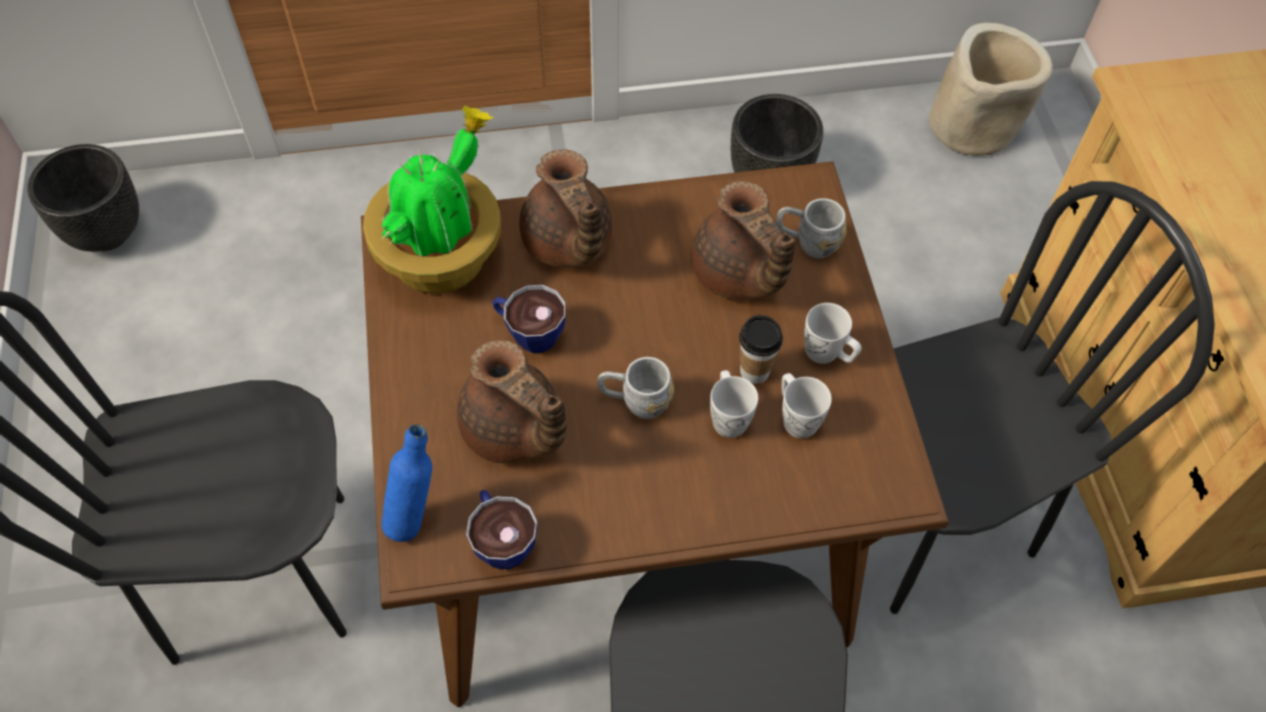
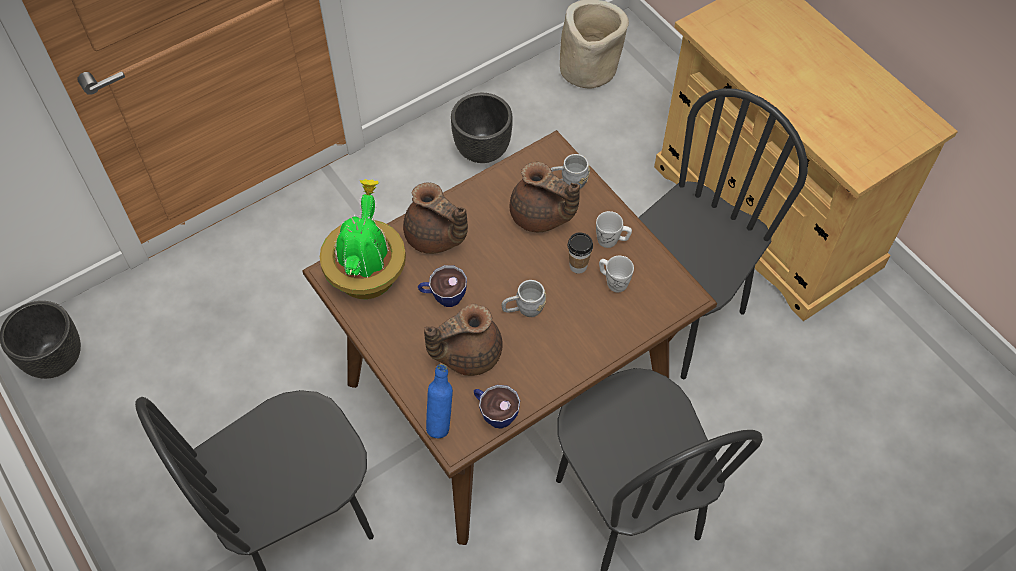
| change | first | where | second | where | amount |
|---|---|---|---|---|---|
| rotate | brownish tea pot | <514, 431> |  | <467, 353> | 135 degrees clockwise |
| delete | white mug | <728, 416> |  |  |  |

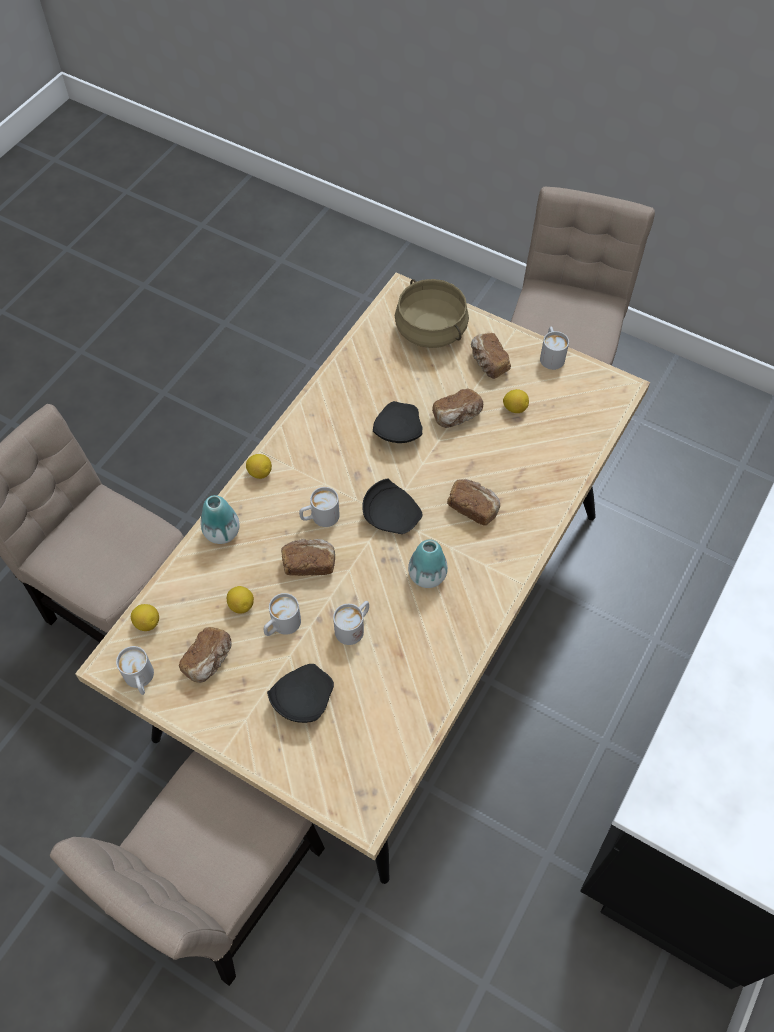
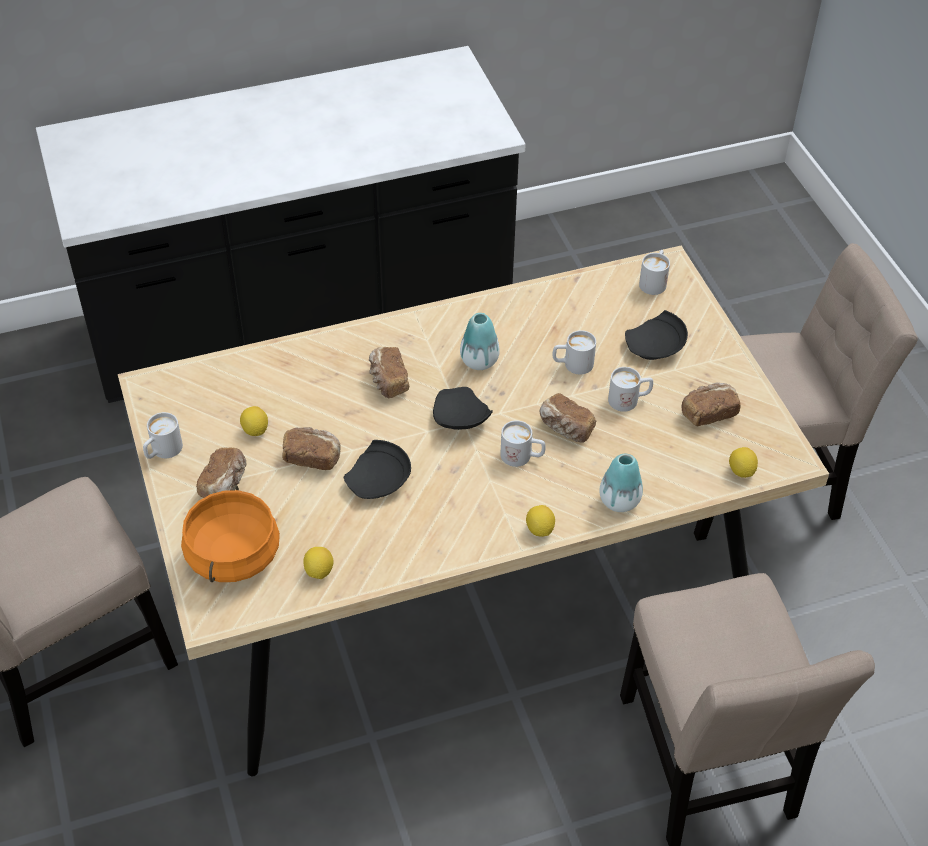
| change | first | where | second | where | amount |
|---|---|---|---|---|---|
| recolor | beige stockpot | <431, 329> | orange stockpot | <232, 554> |  |
| move | citrus fruit | <241, 605> |  | <319, 571> |  |
| move | white mug | <140, 680> |  | <654, 281> |  |

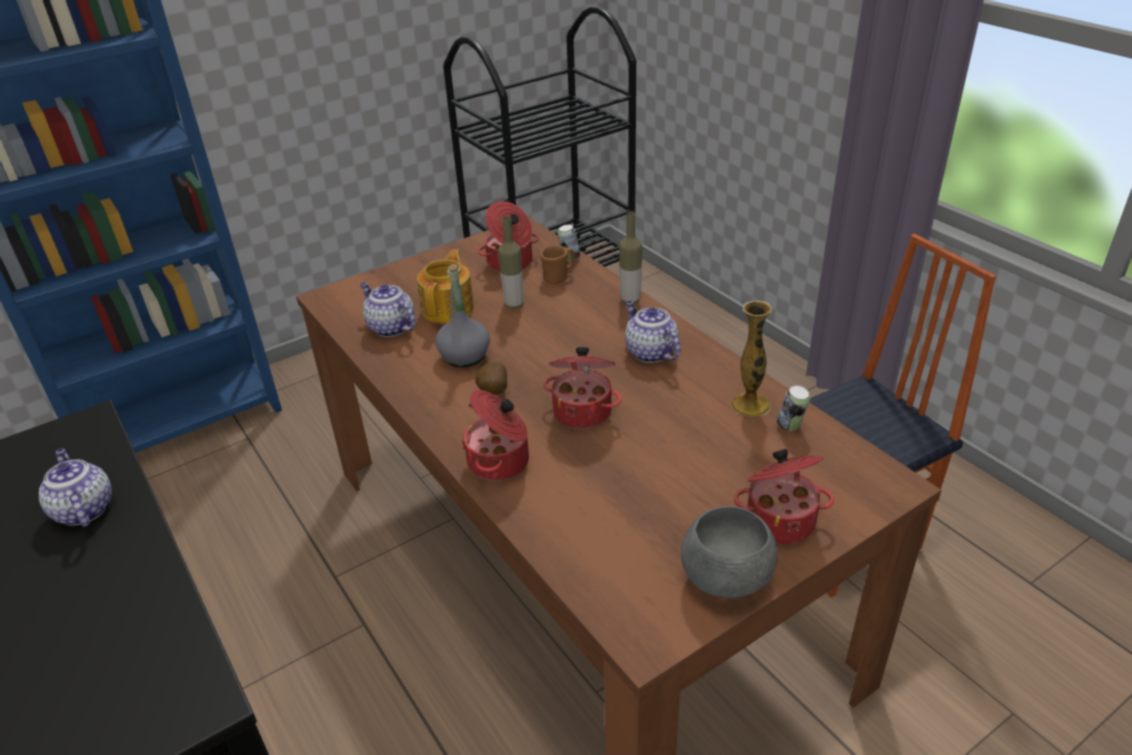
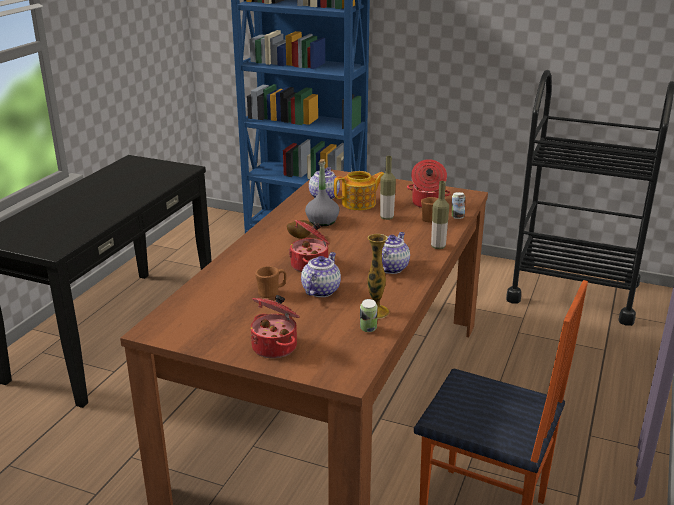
| change | first | where | second | where | amount |
|---|---|---|---|---|---|
| delete | stockpot | <500, 462> |  |  |  |
| move | tea pot | <83, 509> |  | <321, 290> |  |
| delete | greyish bowl | <726, 580> |  |  |  |
| insert |  |  | brownish mug | <271, 293> |  |

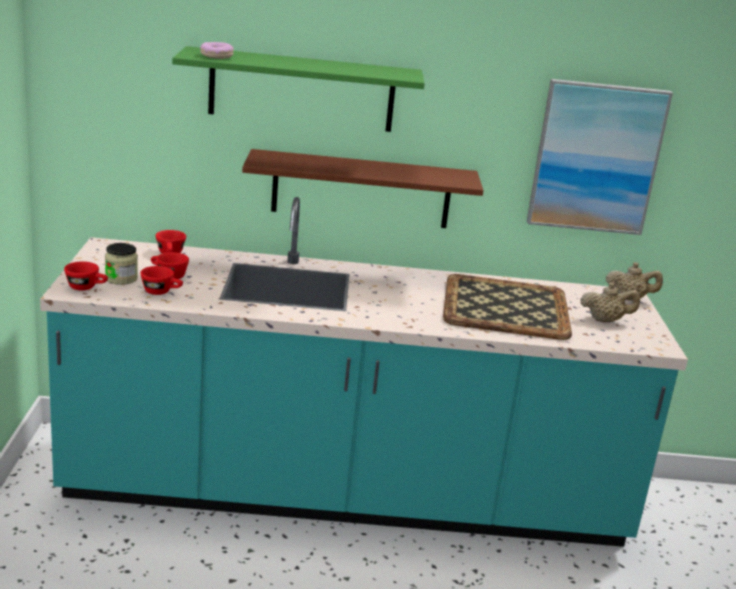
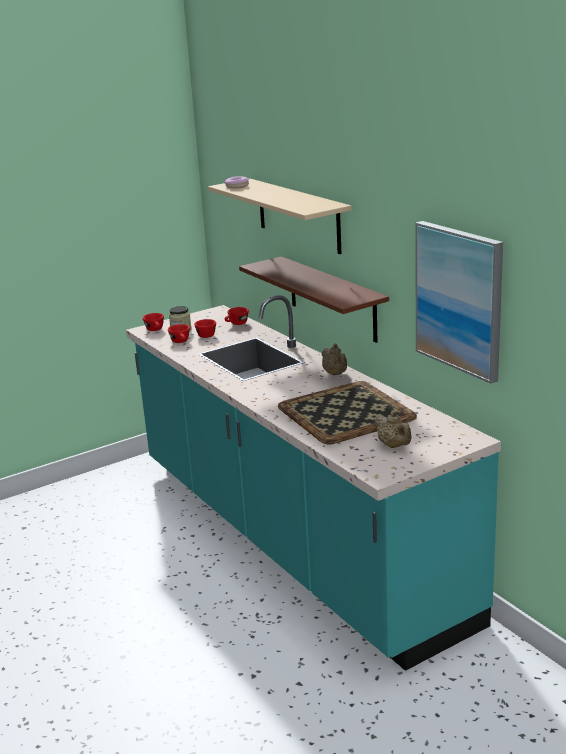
| change | first | where | second | where | amount |
|---|---|---|---|---|---|
| recolor | green-coloured shelf | <302, 90> | beige shelf | <298, 215> |  |
| move | beige tea pot | <629, 298> |  | <335, 374> |  |

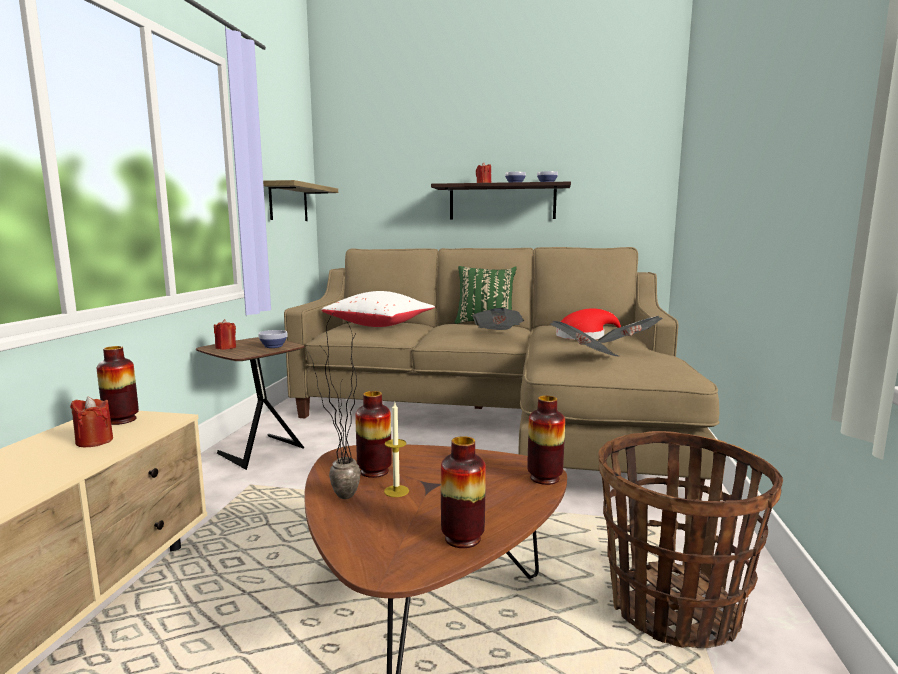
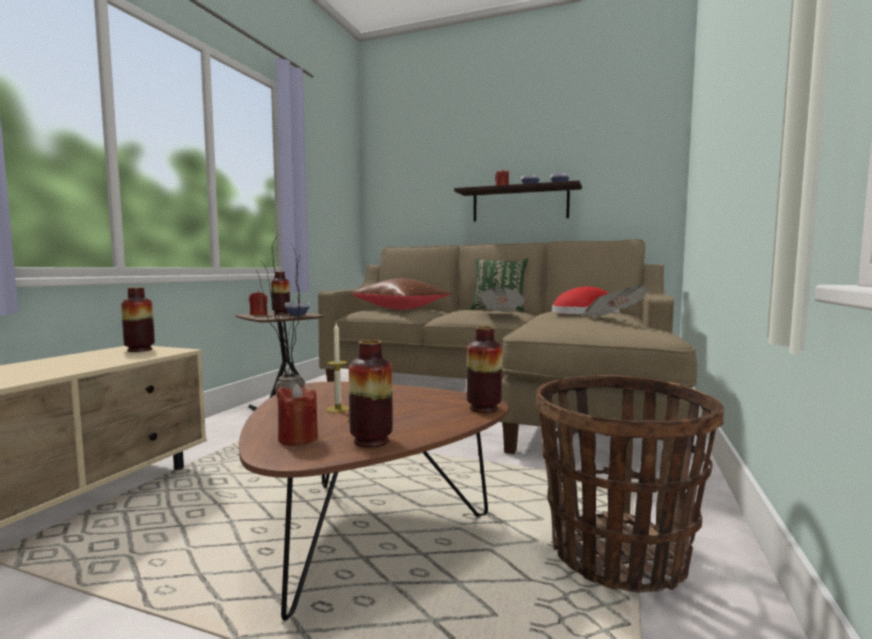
| change | first | where | second | where | amount |
|---|---|---|---|---|---|
| delete | shelf | <288, 202> |  |  |  |
| recolor | white cushion | <380, 325> | brownish cushion | <402, 309> |  |
| delete | daily paper | <584, 357> |  |  |  |
| move | decorative vase | <374, 471> |  | <281, 313> |  |
| move | red-coloured wax light | <94, 441> |  | <298, 438> |  |

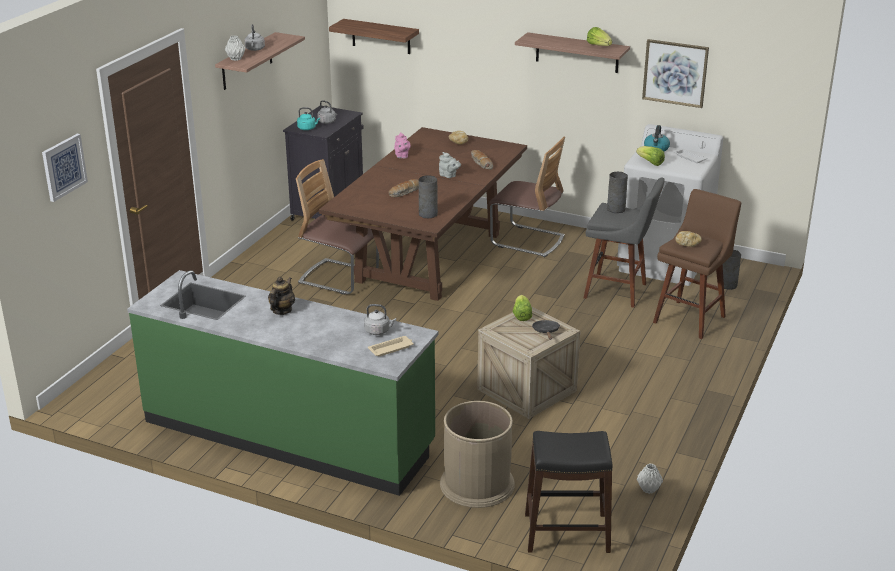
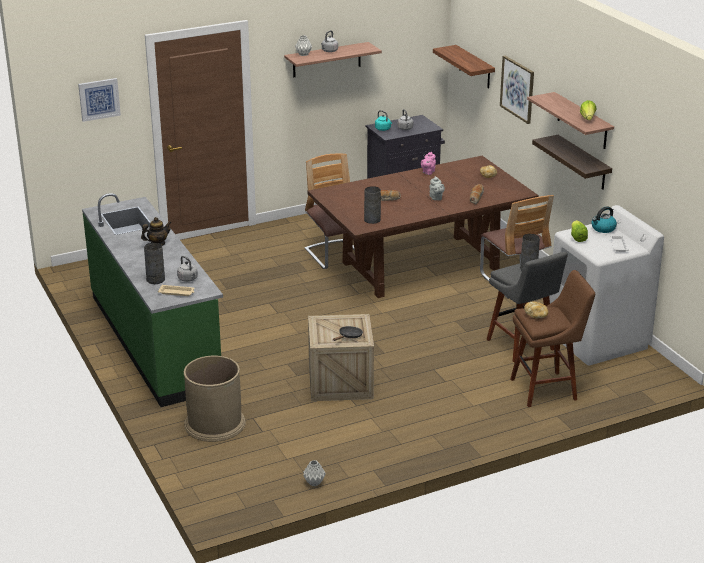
| change | first | where | second | where | amount |
|---|---|---|---|---|---|
| move | wall art | <675, 73> |  | <517, 89> |  |
| move | greyish decorative vase | <728, 285> |  | <155, 280> |  |
| delete | lettuce head | <521, 315> |  |  |  |
| delete | black-coloured stool seat | <567, 533> |  |  |  |
| insert |  |  | shelf | <583, 163> |  |

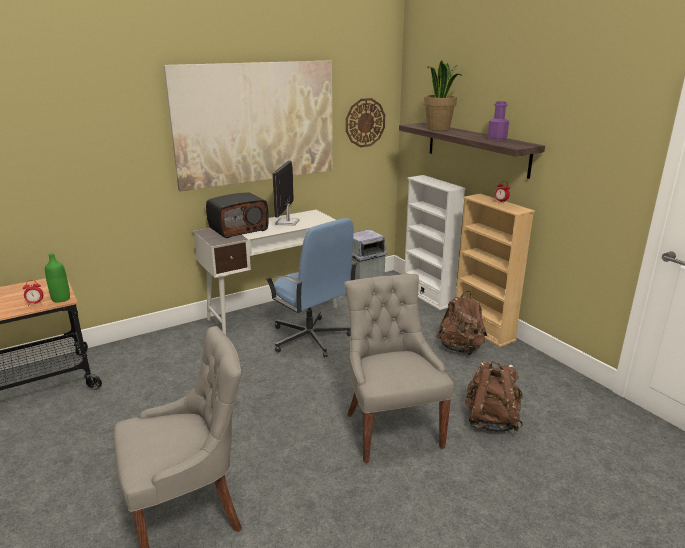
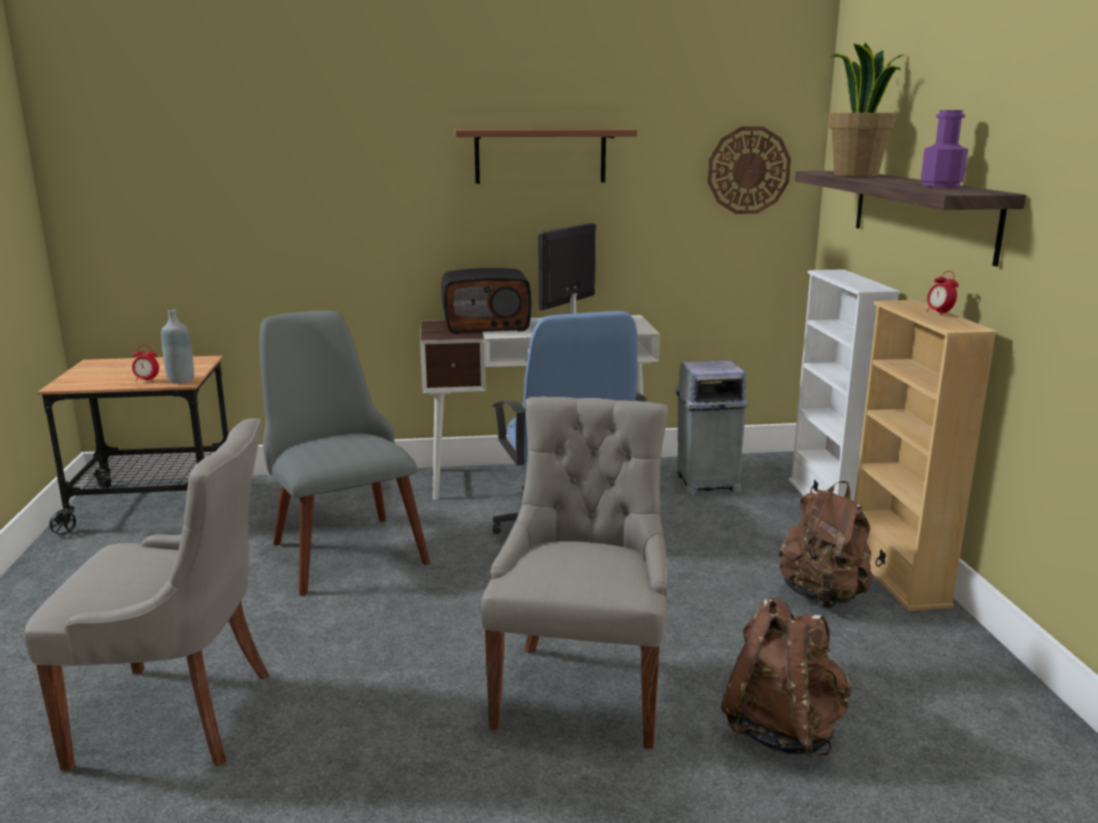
| change | first | where | second | where | amount |
|---|---|---|---|---|---|
| replace | wall art | <256, 123> | brownish shelf | <540, 156> |  |
| recolor | green-coloured bottle | <61, 299> | greyish bottle | <181, 380> |  |
| insert |  |  | greyish chair | <340, 545> |  |

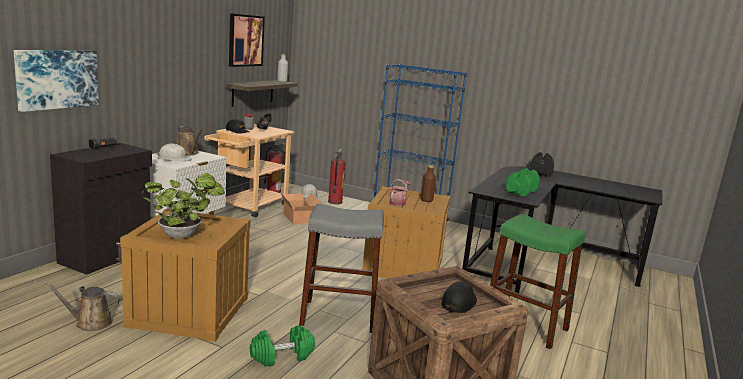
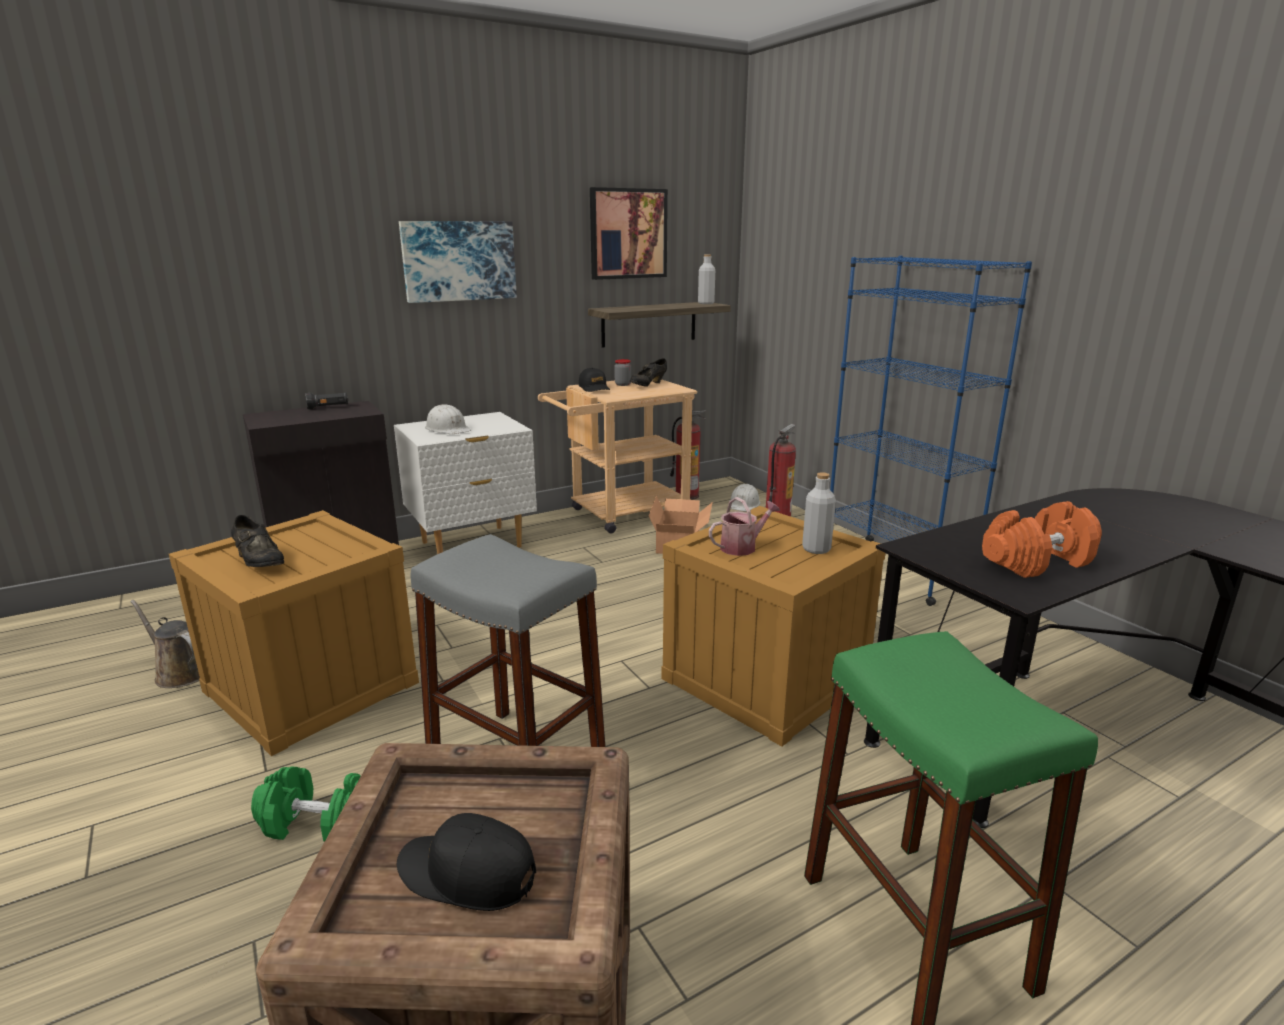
| change | first | where | second | where | amount |
|---|---|---|---|---|---|
| move | wall art | <57, 79> |  | <459, 261> |  |
| delete | brownish sprinkling can | <187, 153> |  |  |  |
| delete | black-coloured dumbbell | <541, 172> |  |  |  |
| recolor | brownish bottle | <426, 200> | greyish bottle | <816, 549> |  |
| recolor | green-coloured dumbbell | <521, 191> | orange dumbbell | <1037, 561> |  |
| replace | houseplant | <183, 235> | black-coloured low shoe | <259, 563> |  |
| rotate | black-coloured baseball cap | <459, 303> |  | <467, 874> | 135 degrees counterclockwise |

